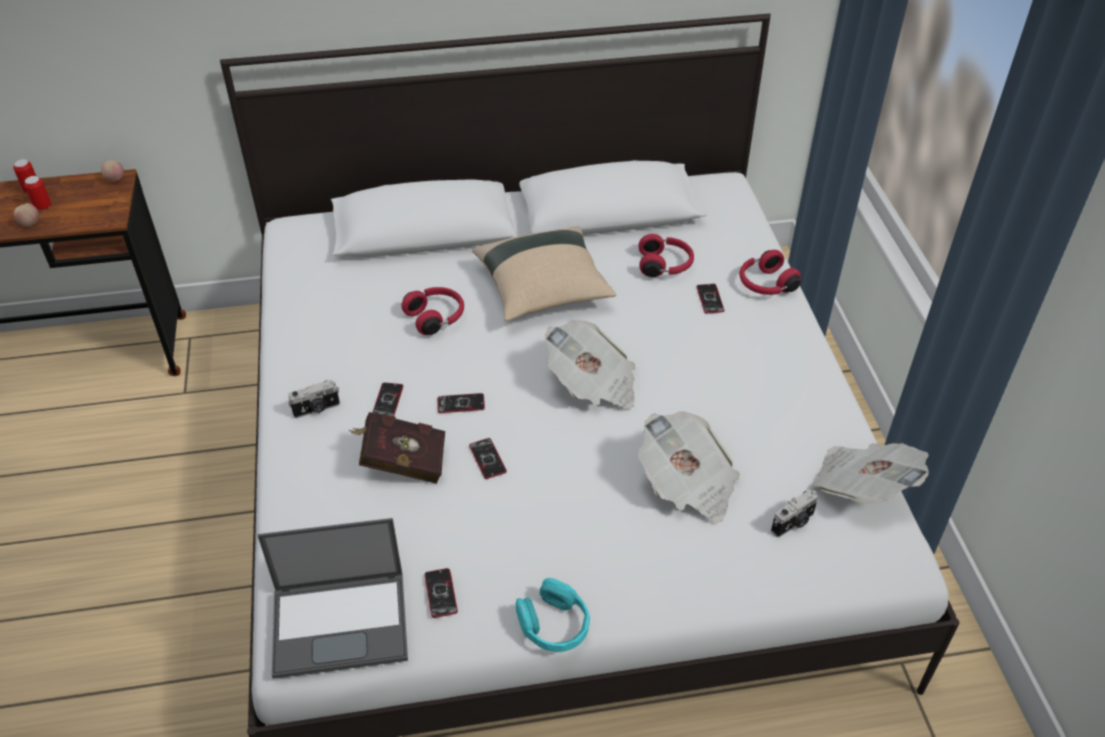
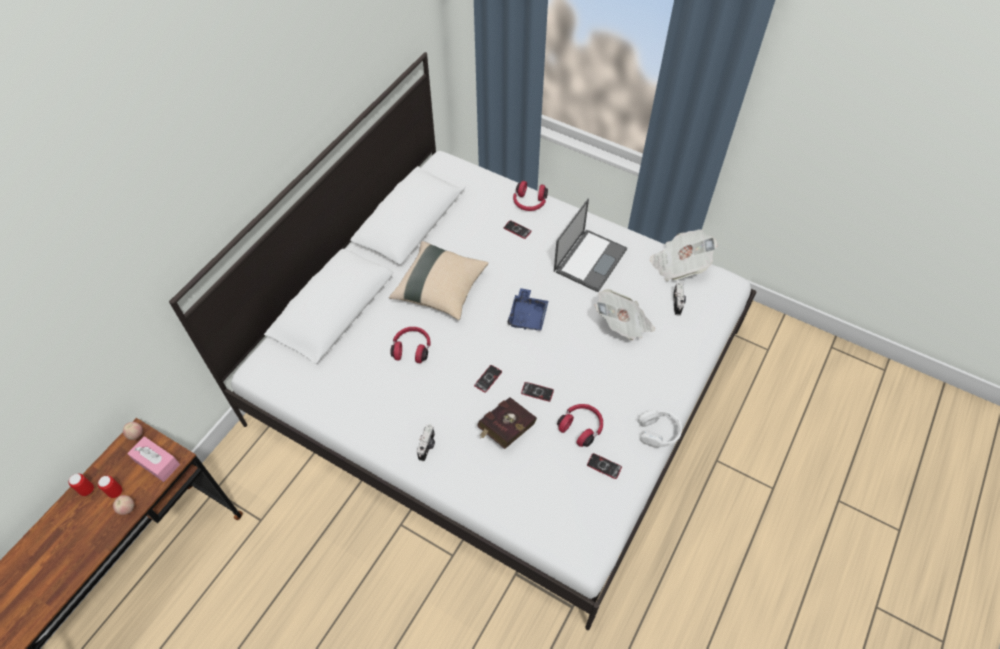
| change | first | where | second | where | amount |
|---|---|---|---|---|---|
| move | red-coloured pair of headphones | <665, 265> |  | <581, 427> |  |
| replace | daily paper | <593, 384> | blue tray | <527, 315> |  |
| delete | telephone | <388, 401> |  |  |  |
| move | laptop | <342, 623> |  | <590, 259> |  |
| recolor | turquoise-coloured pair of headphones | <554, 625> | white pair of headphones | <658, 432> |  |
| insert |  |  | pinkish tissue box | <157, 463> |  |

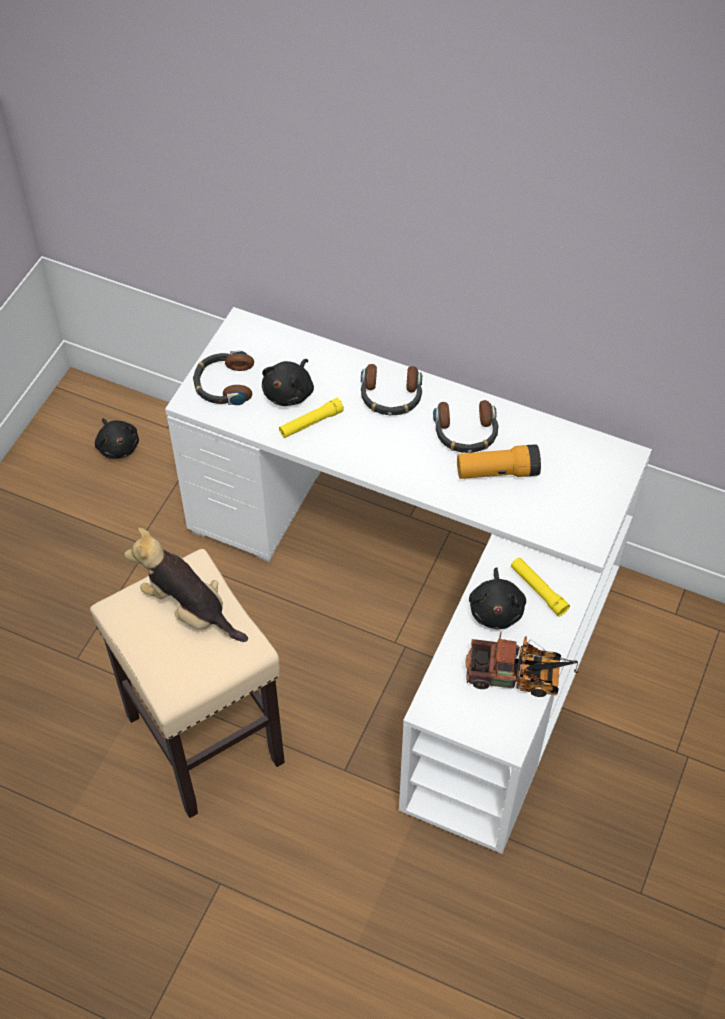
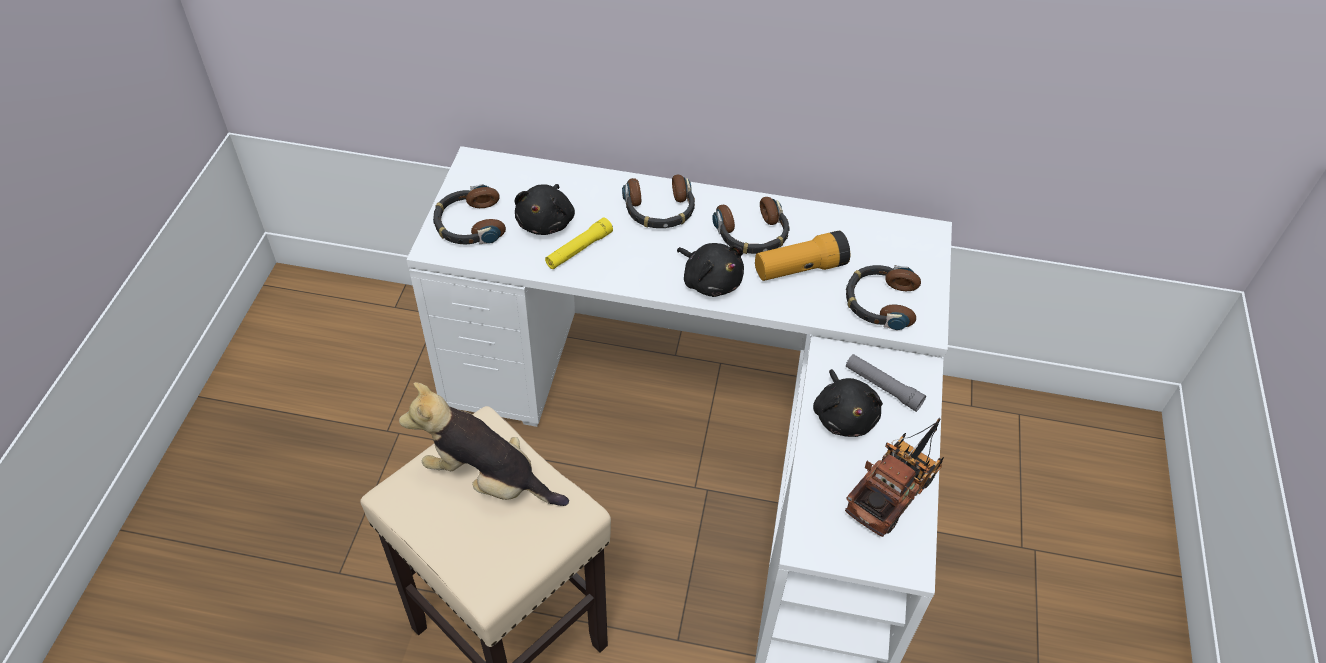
| change | first | where | second | where | amount |
|---|---|---|---|---|---|
| move | black-coloured plush toy | <118, 446> |  | <710, 281> |  |
| recolor | yellow flashlight | <538, 590> | greyish flashlight | <882, 387> |  |
| rotate | toy truck | <519, 677> |  | <896, 487> | 45 degrees counterclockwise |
| insert |  |  | pair of headphones | <879, 302> |  |

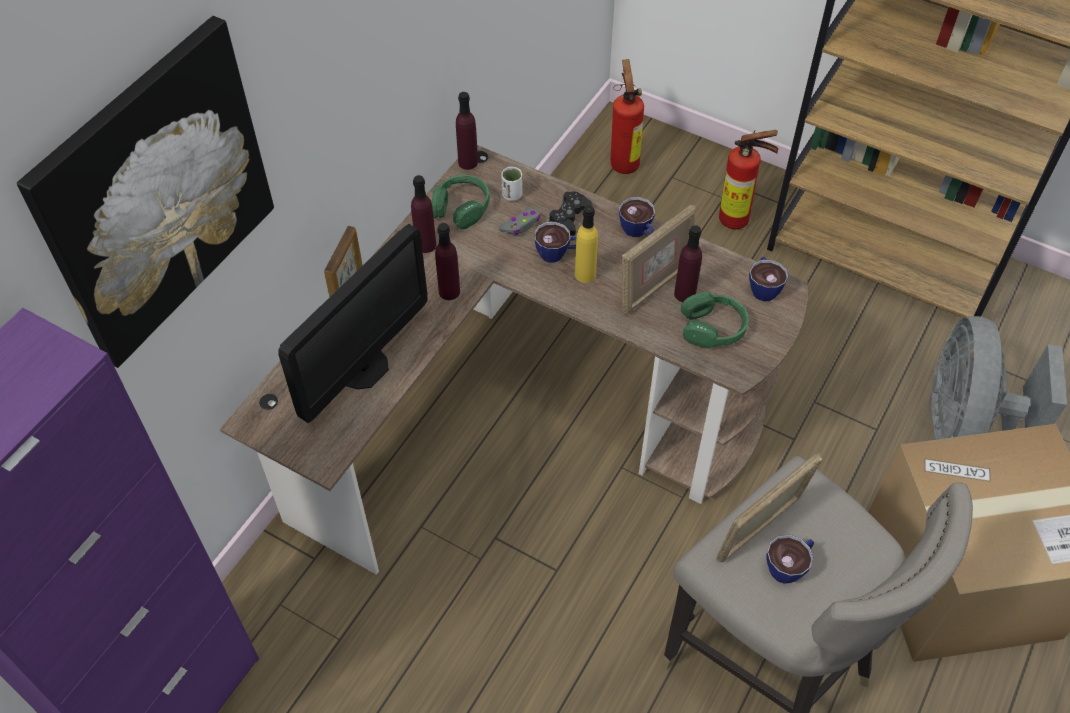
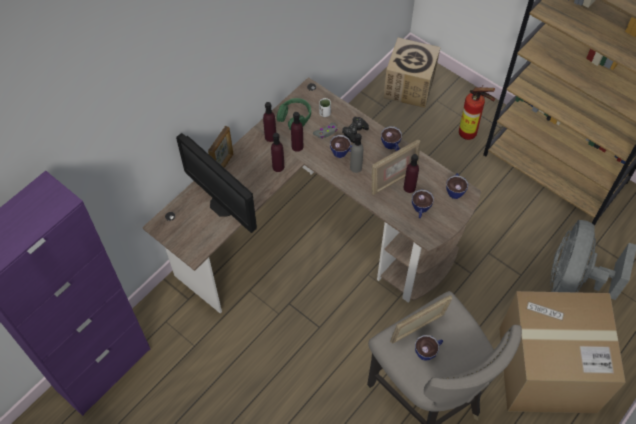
| change | first | where | second | where | amount |
|---|---|---|---|---|---|
| delete | wall art | <156, 193> |  |  |  |
| replace | fire-fighting cylinder | <624, 162> | packing box | <409, 87> |  |
| move | purplish bottle | <468, 162> |  | <297, 146> |  |
| recolor | yellow bottle | <585, 274> | greyish bottle | <356, 167> |  |
| rotate | monitor | <363, 368> |  | <223, 204> | 90 degrees clockwise |
| replace | green-coloured pair of headphones | <713, 328> | cup | <420, 210> |  |

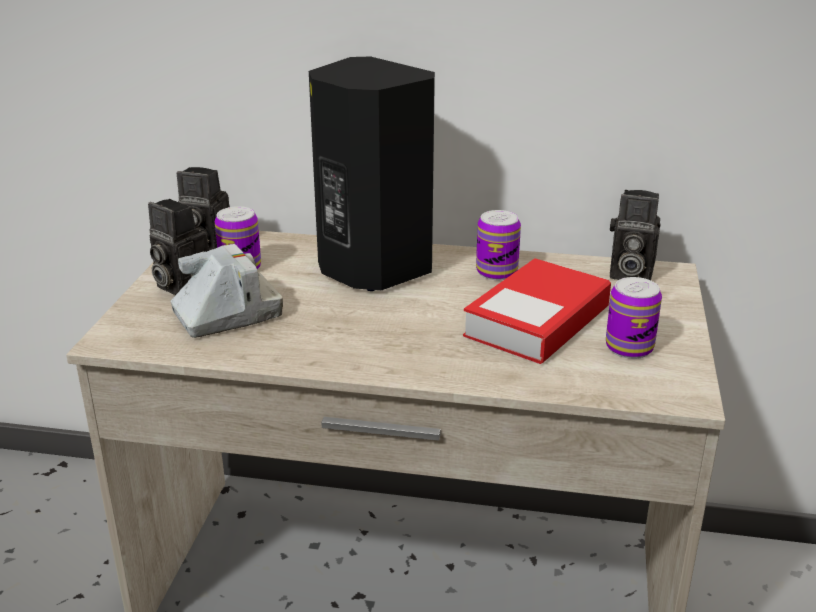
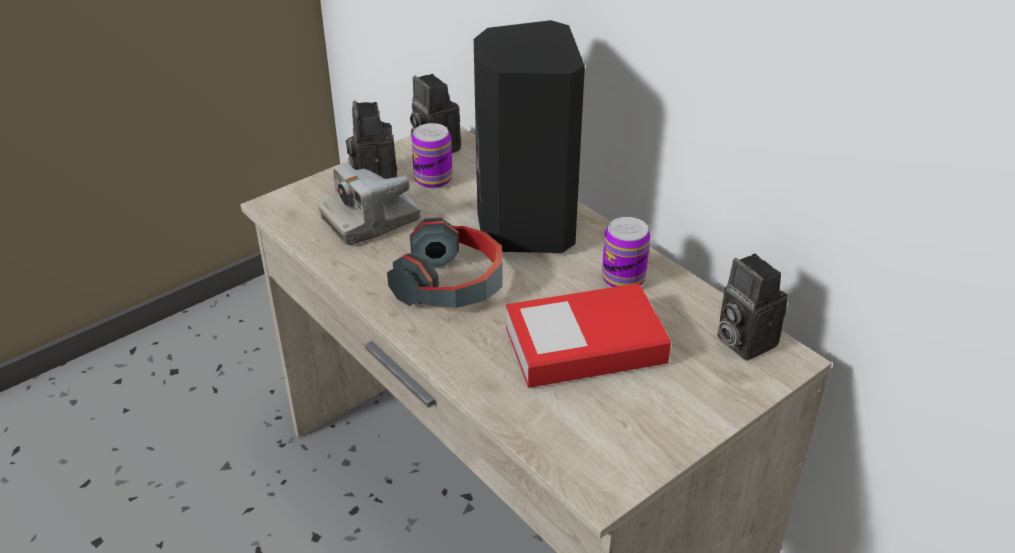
| change | first | where | second | where | amount |
|---|---|---|---|---|---|
| rotate | still camera | <227, 315> |  | <371, 220> | 135 degrees clockwise |
| delete | can | <629, 347> |  |  |  |
| insert |  |  | pair of headphones | <452, 284> |  |

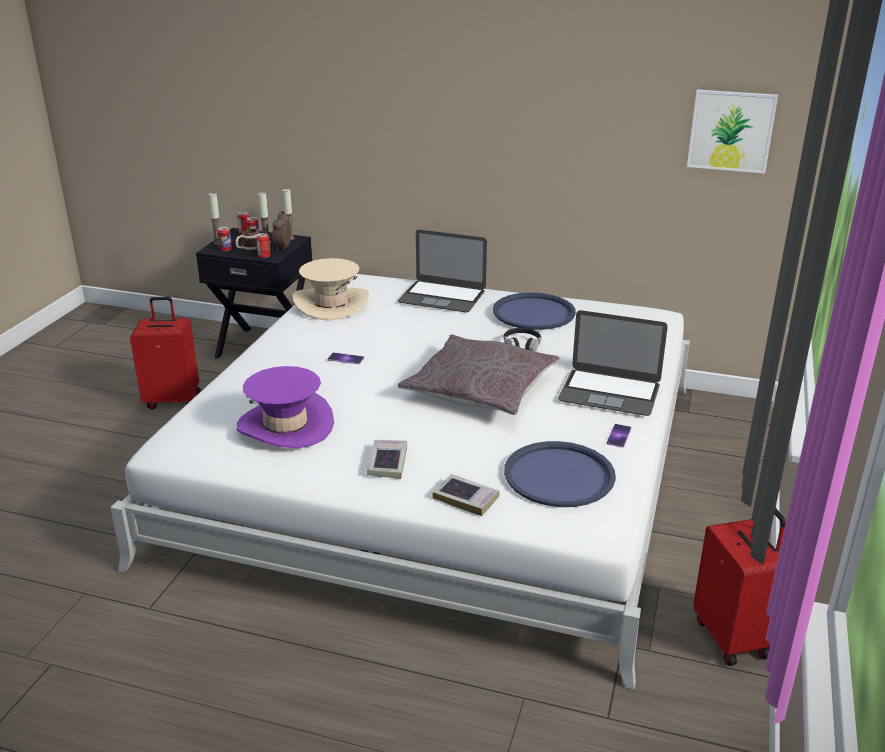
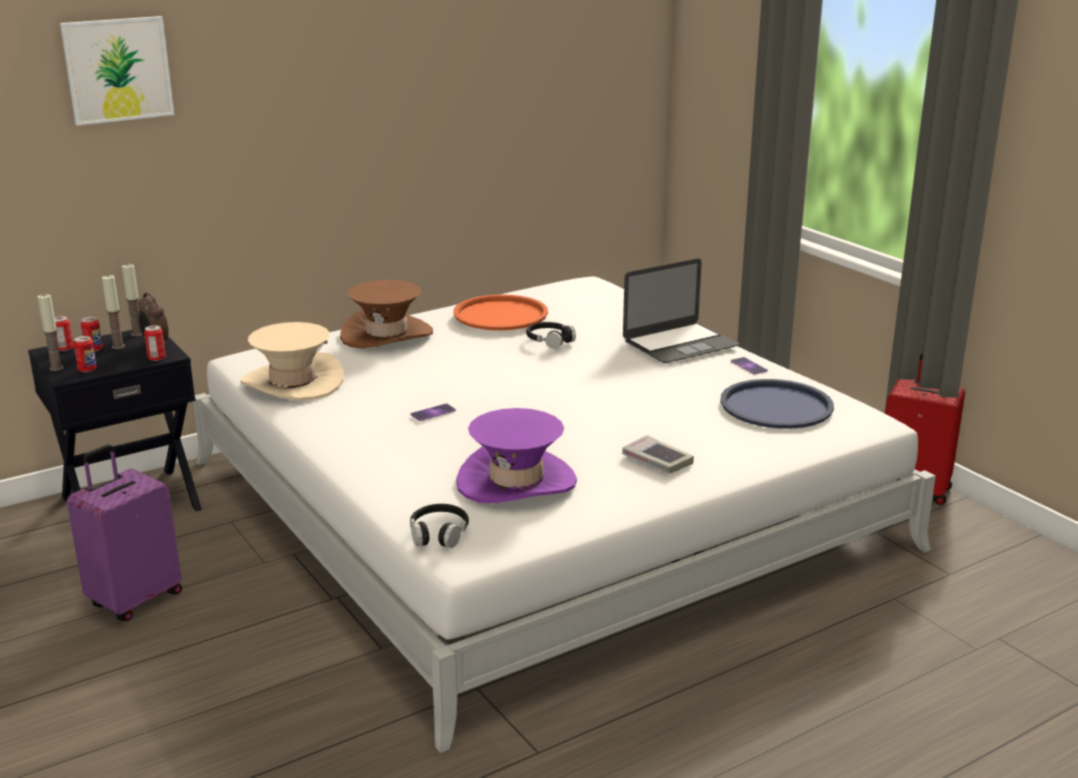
| change | first | where | second | where | amount |
|---|---|---|---|---|---|
| move | wall art | <731, 131> |  | <118, 70> |  |
| delete | mug | <249, 250> |  |  |  |
| replace | laptop | <442, 296> | brownish hat | <386, 335> |  |
| recolor | blue tray | <533, 313> | orange tray | <500, 314> |  |
| recolor | red-coloured suitcase | <173, 400> | purplish suitcase | <134, 599> |  |
| delete | greyish cushion | <480, 388> |  |  |  |
| delete | bound book | <466, 498> |  |  |  |
| insert |  |  | black-coloured pair of headphones | <438, 533> |  |

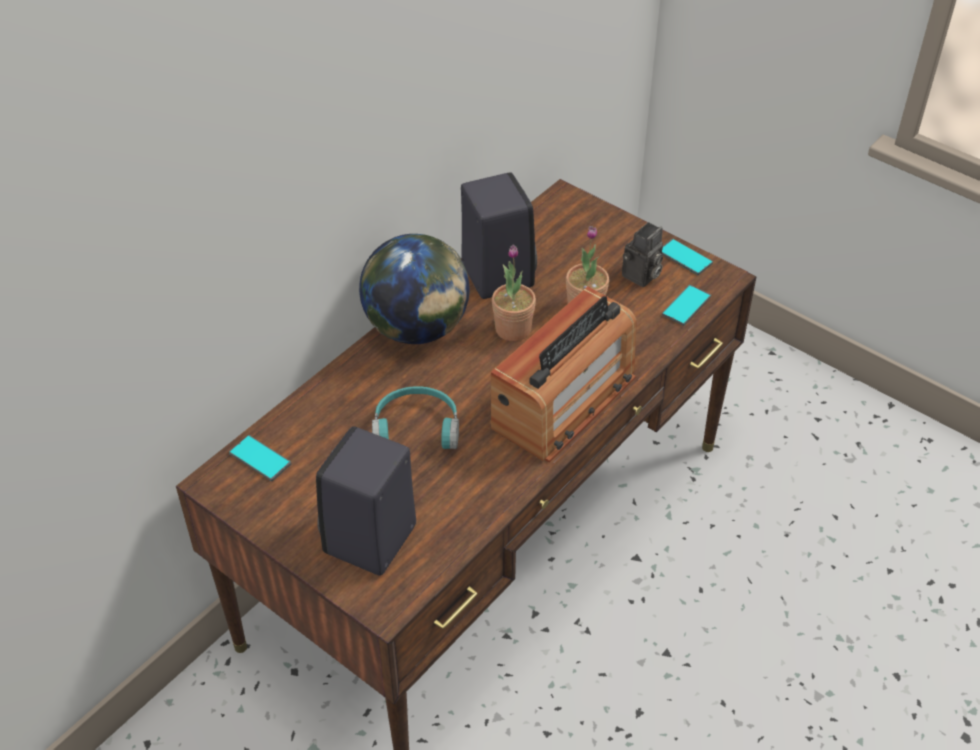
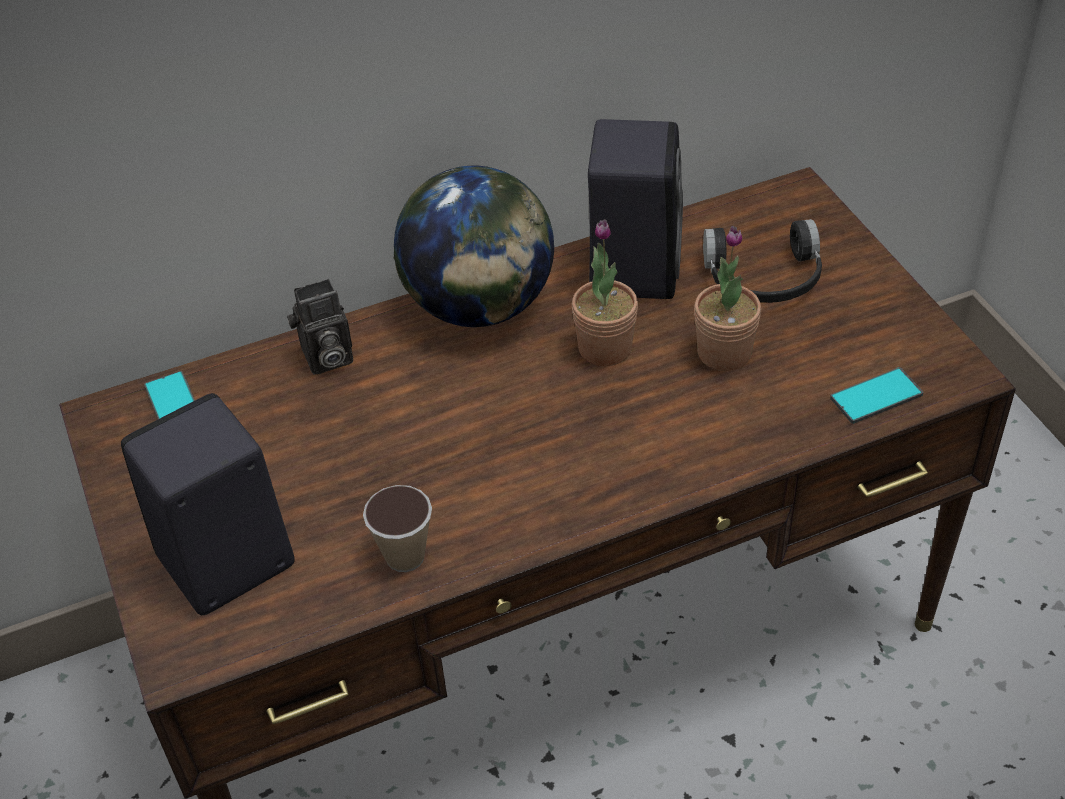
| change | first | where | second | where | amount |
|---|---|---|---|---|---|
| move | still camera | <641, 276> |  | <325, 359> |  |
| delete | telephone | <684, 257> |  |  |  |
| delete | radio | <564, 401> |  |  |  |
| delete | turquoise-coloured pair of headphones | <416, 427> |  |  |  |
| insert |  |  | black-coloured pair of headphones | <764, 279> |  |
| insert |  |  | cup | <405, 556> |  |

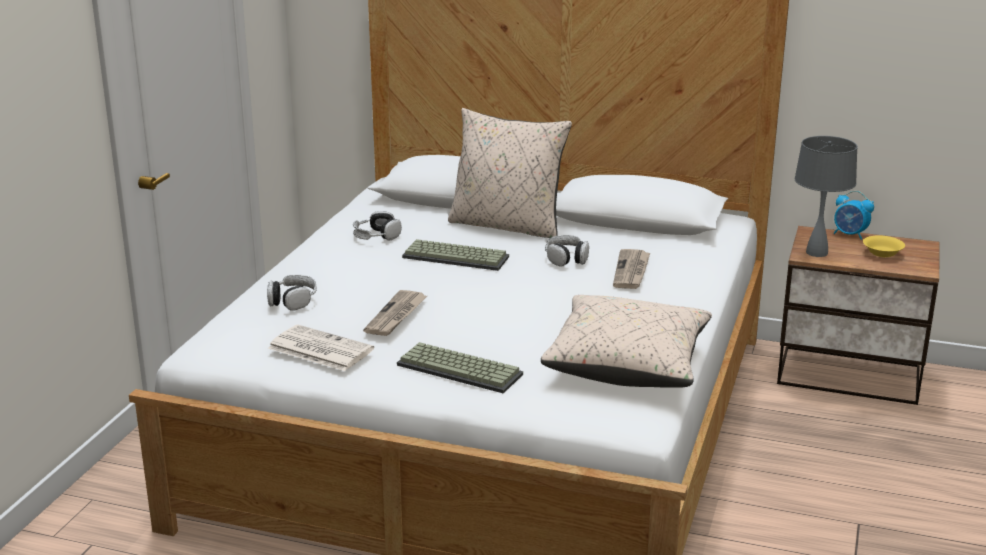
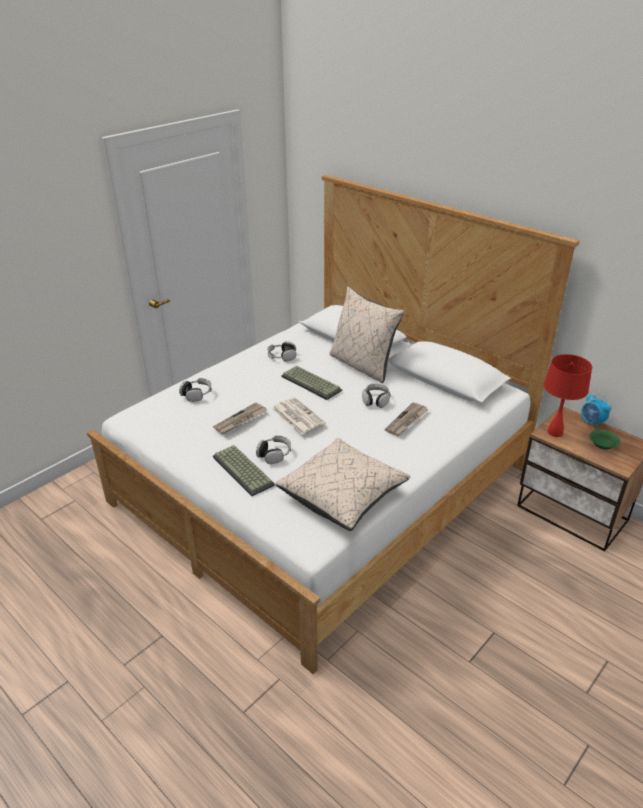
| change | first | where | second | where | amount |
|---|---|---|---|---|---|
| recolor | greyish tabletop lamp | <817, 253> | red-coloured tabletop lamp | <555, 432> |  |
| recolor | yellow bowl | <882, 254> | green-coloured bowl | <602, 445> |  |
| move | daily paper | <319, 349> |  | <297, 416> |  |
| insert |  |  | pair of headphones | <274, 454> |  |

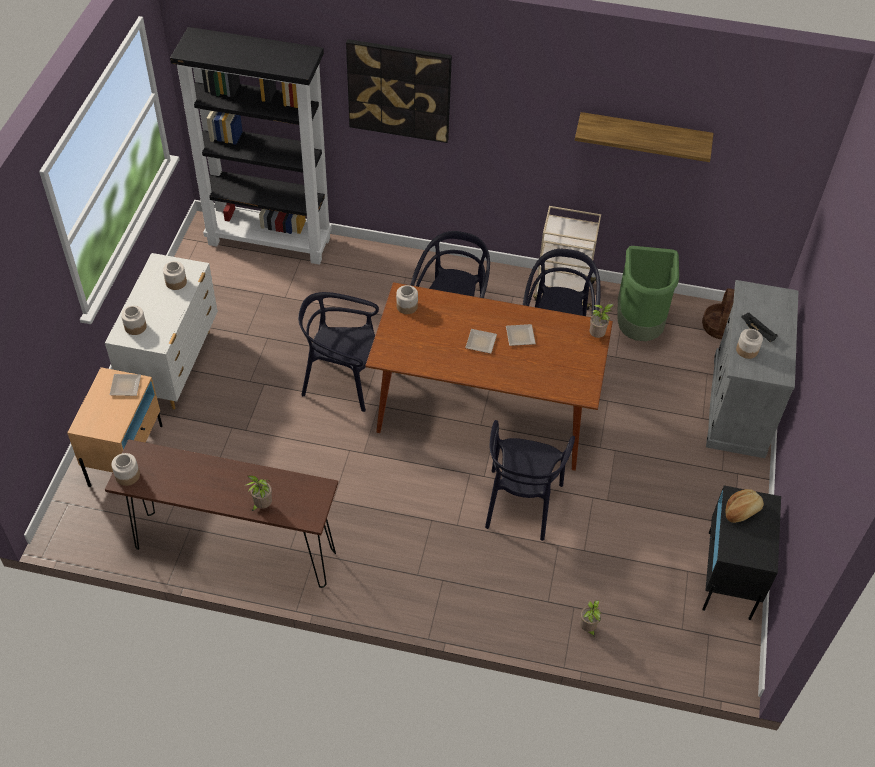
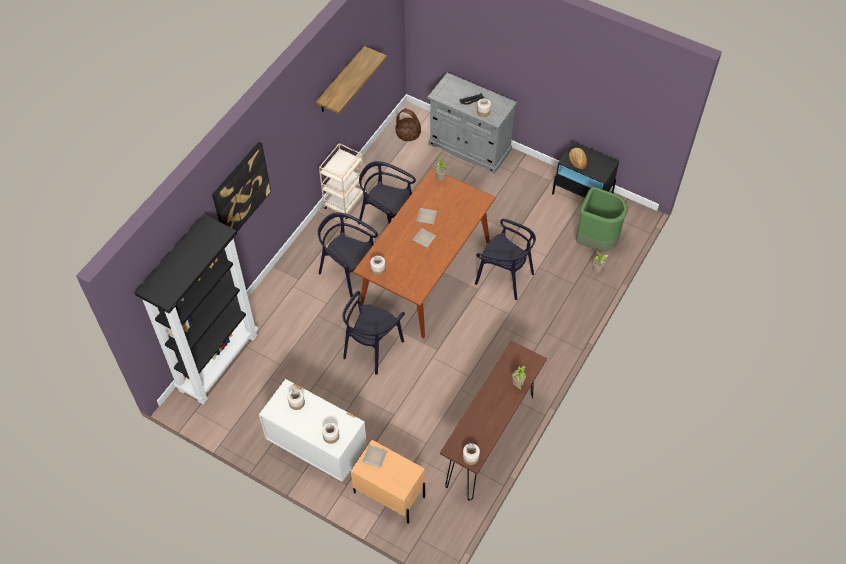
| change | first | where | second | where | amount |
|---|---|---|---|---|---|
| move | green-coloured trash can | <639, 328> |  | <595, 242> |  |

